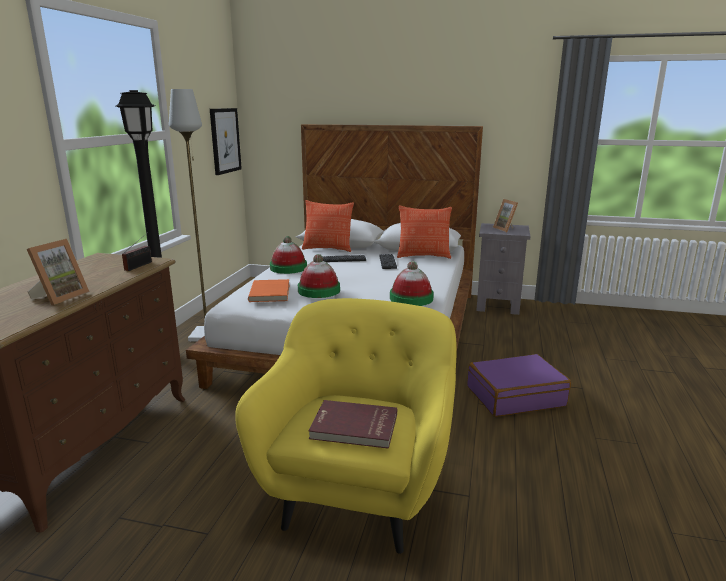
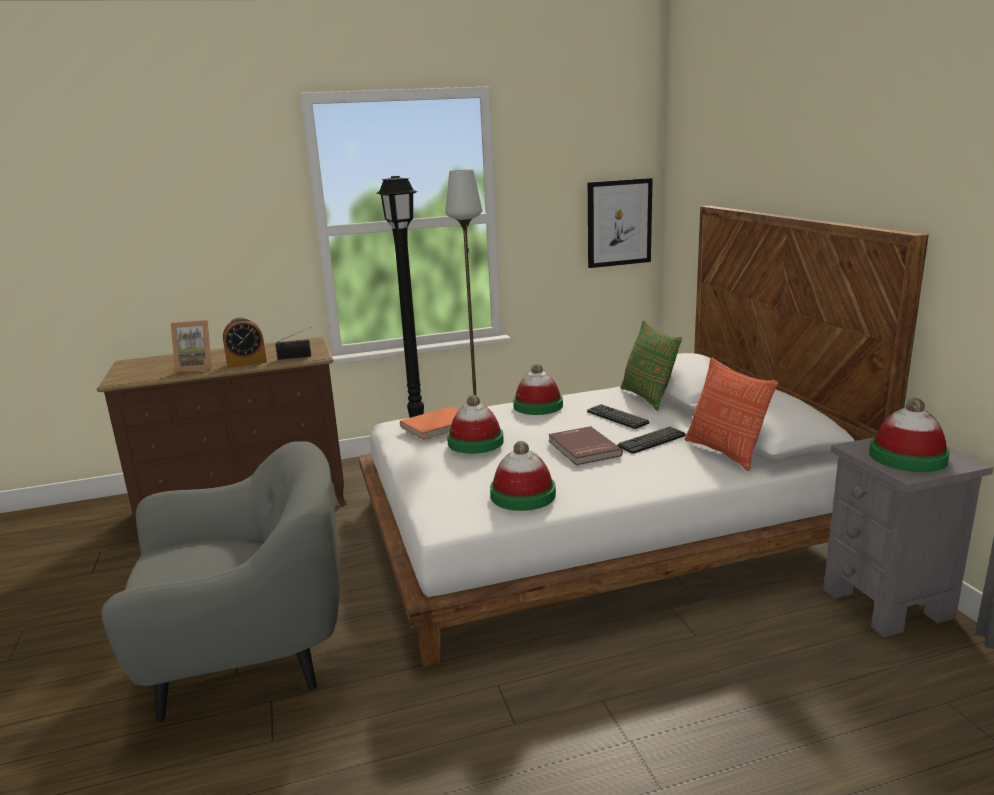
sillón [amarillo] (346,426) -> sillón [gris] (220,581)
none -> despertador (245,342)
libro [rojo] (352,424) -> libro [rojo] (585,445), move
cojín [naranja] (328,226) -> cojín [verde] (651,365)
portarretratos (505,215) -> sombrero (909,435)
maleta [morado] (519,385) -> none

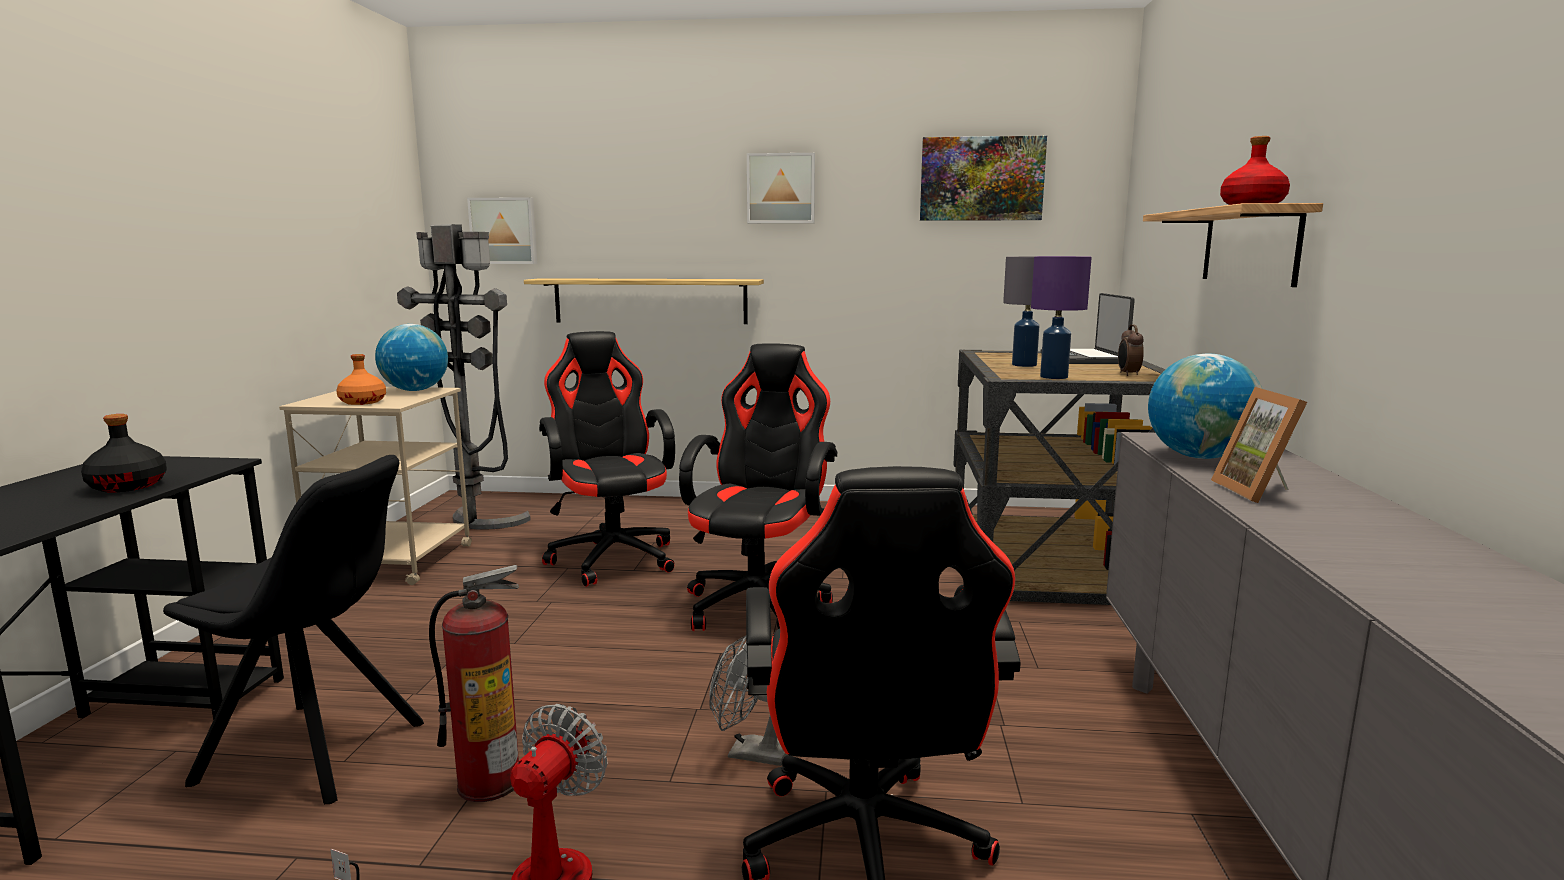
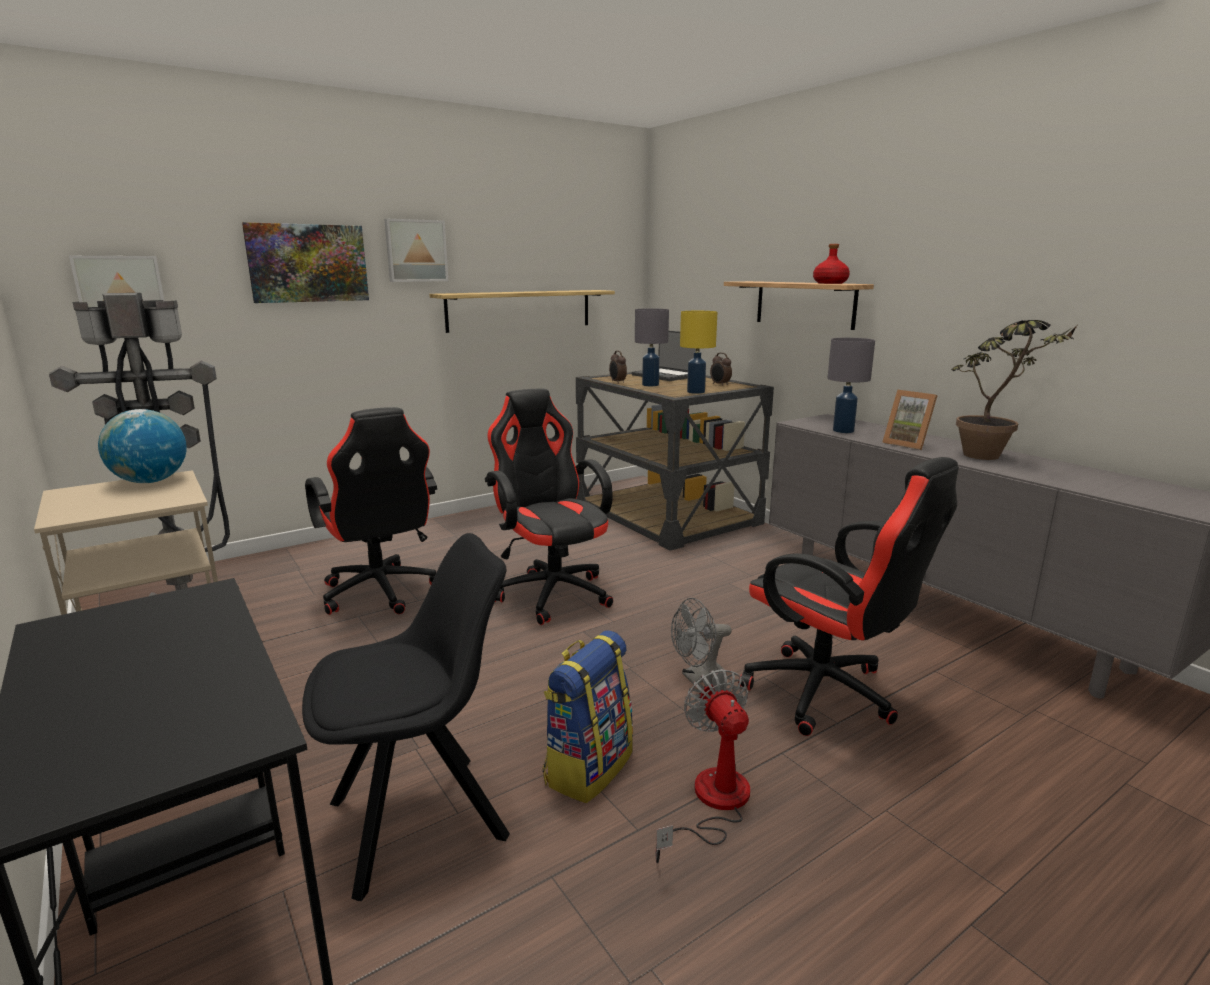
cuadro (983,178) -> cuadro (305,262), move
silla de oficina [negro] (607,459) -> silla de oficina [negro] (371,511), 150 degrees counterclockwise
estante (644,301) -> estante (522,311), move
extintor (474,683) -> mochila (588,717)
none -> despertador (618,367)
lámpara de mesa [morado] (1061,317) -> lámpara de mesa [amarillo] (698,352)
globo terráqueo (1205,406) -> lámpara de mesa [gris] (851,385)
none -> planta en maceta (1014,390)
botella [negro] (124,453) -> none
botella [naranja] (361,379) -> none

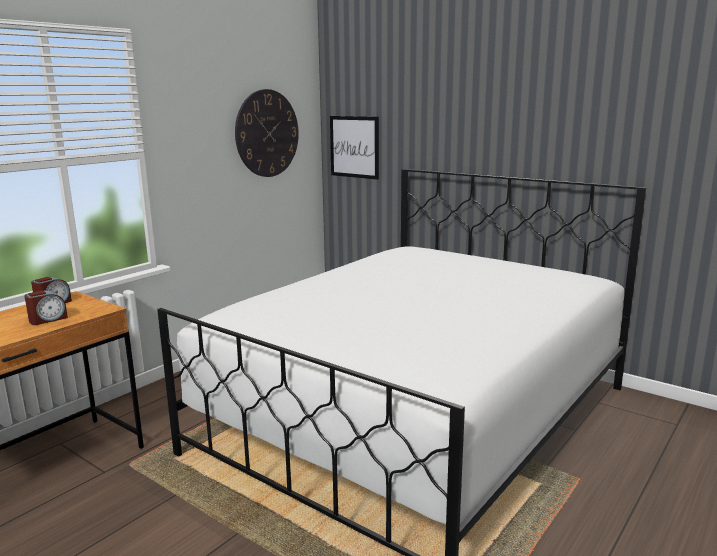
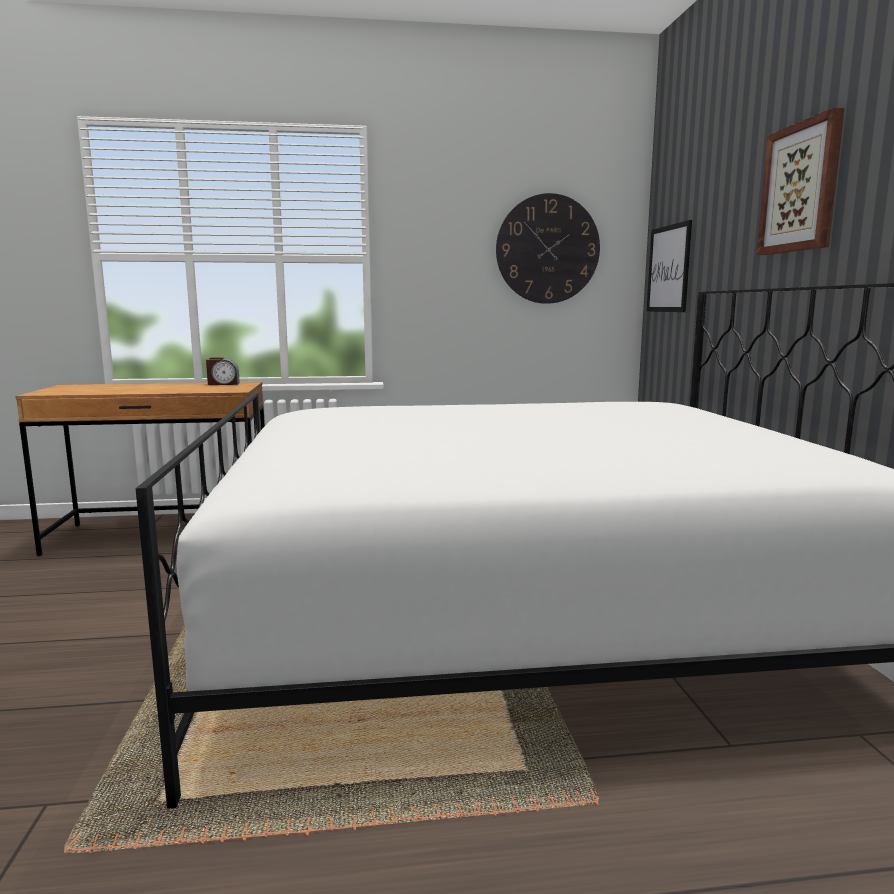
none -> cuadro (801,181)
despertador (46,307) -> none

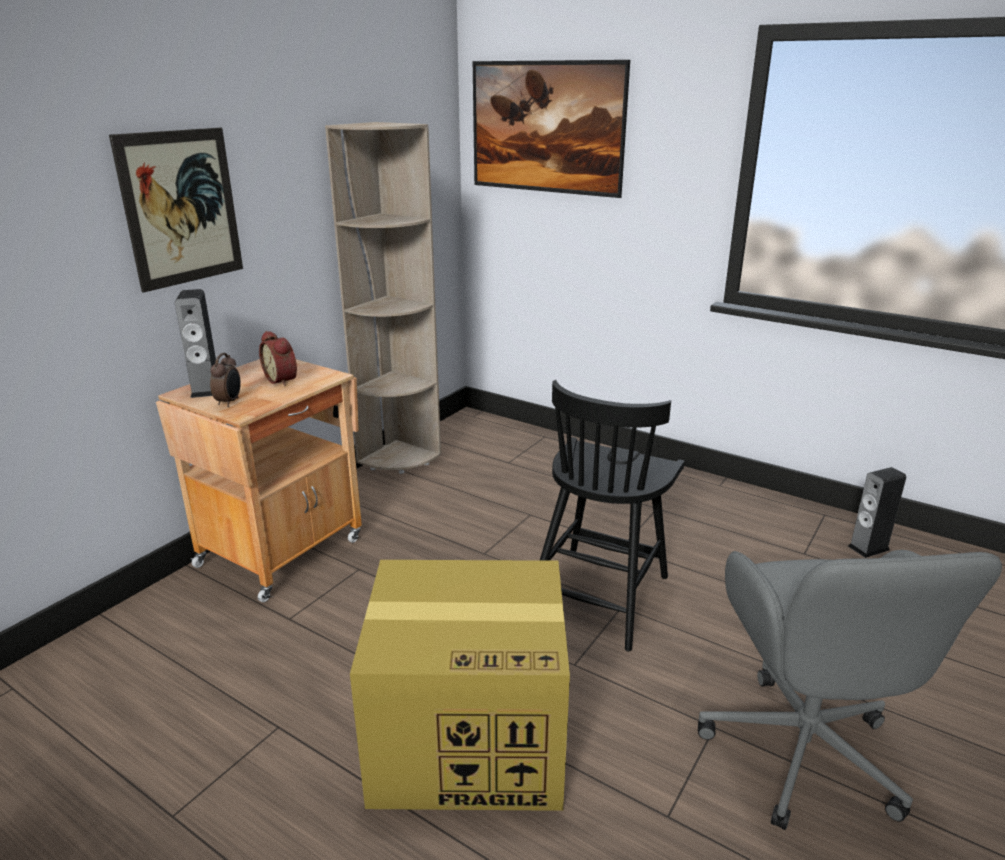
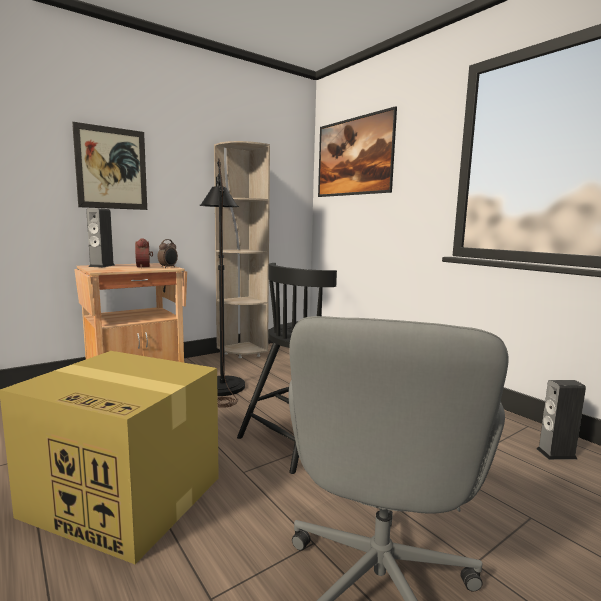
despertador (225,380) -> despertador (168,253), move
none -> lámpara de pie [negro] (222,283)

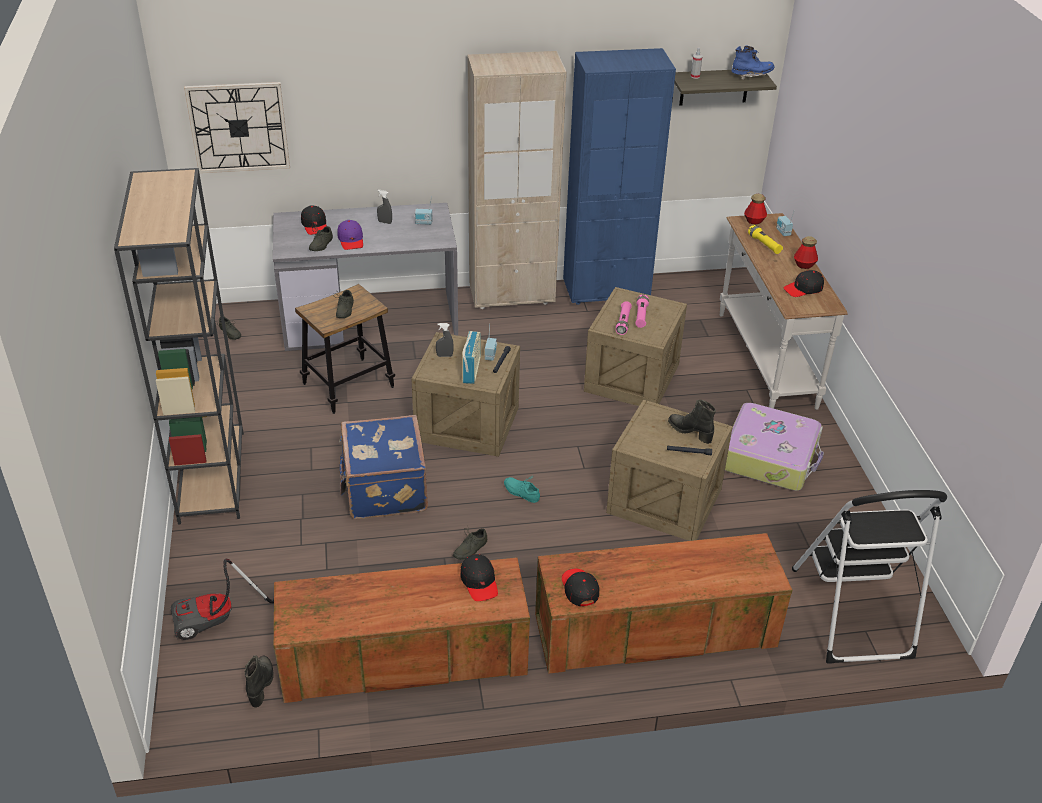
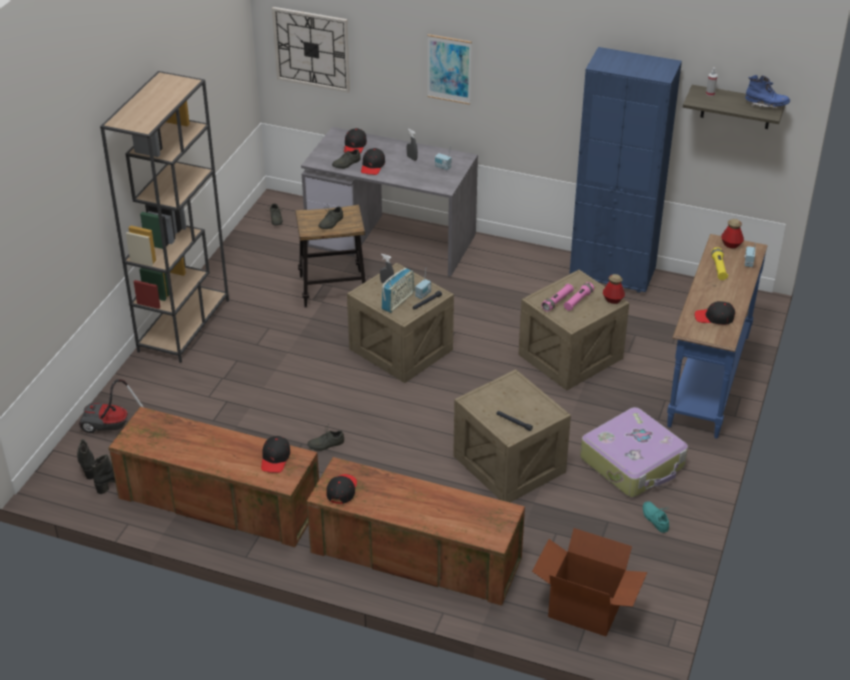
bota [negro] (692,422) -> bota [negro] (86,459), move
gorra [morado] (350,235) -> gorra [negro] (373,161)
none -> cuadro (449,69)
escalera de tijera (869,576) -> caja de cartón (589,582)
botella (806,252) -> botella (614,289), move
zapato [turquesa] (522,489) -> zapato [turquesa] (656,517), move
mesa consola [blanco] (783,311) -> mesa consola [azul] (717,336)
maleta [azul] (383,467) -> none
armario [beis] (517,180) -> none

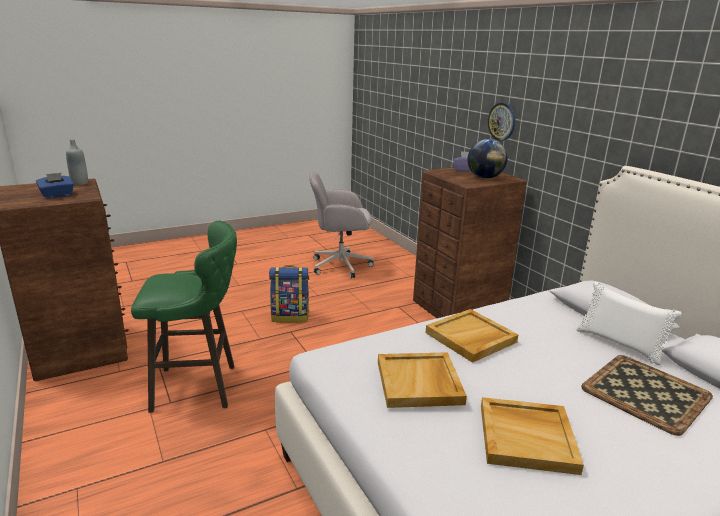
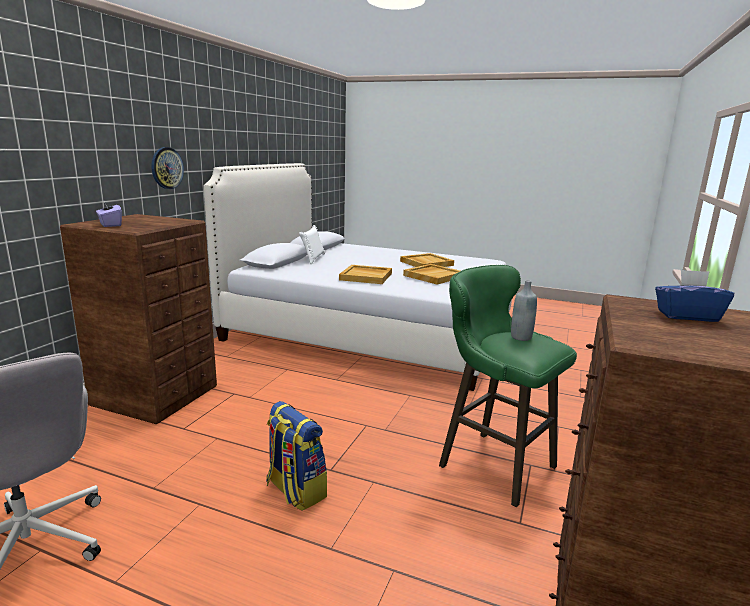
reloj de pared (502,121) -> reloj de pared (167,168), move
botella [gris] (77,162) -> botella [gris] (524,310), move
globo terráqueo (488,159) -> none
bandeja (647,395) -> none

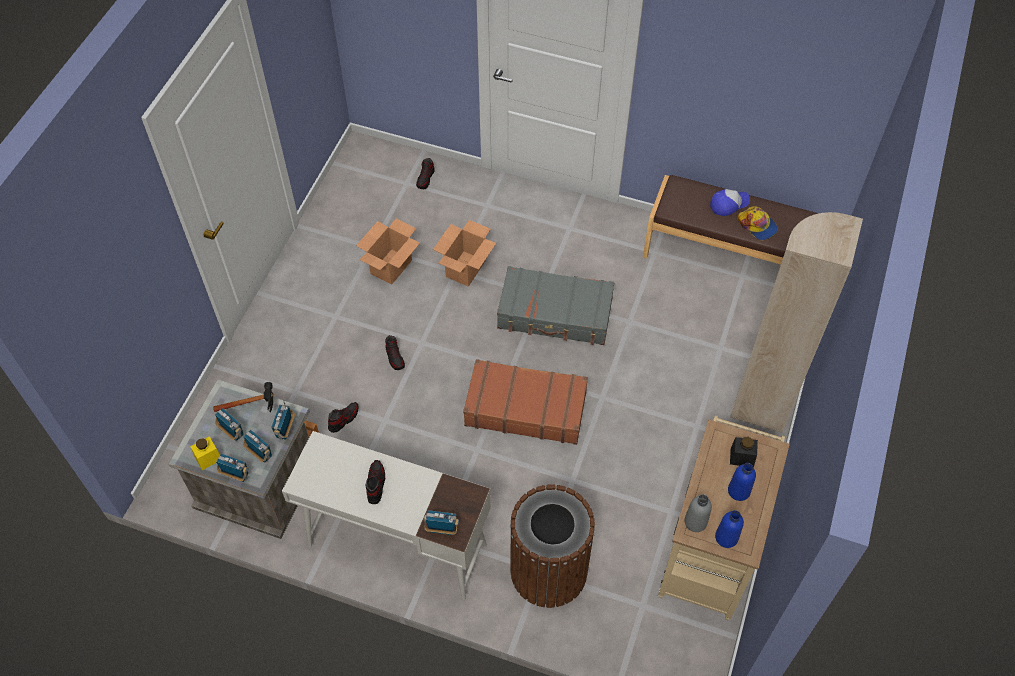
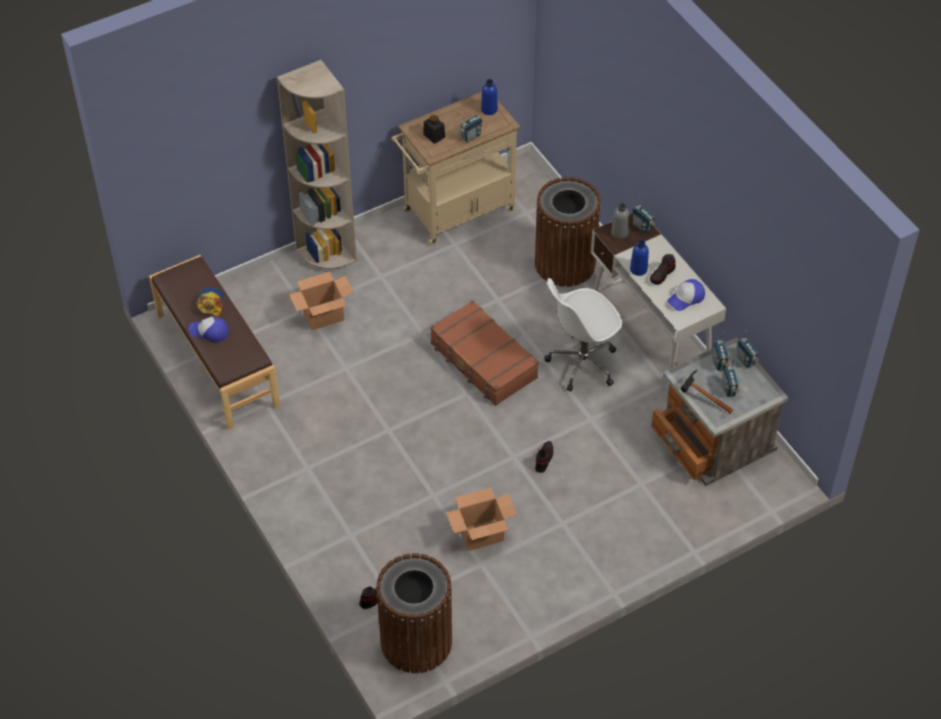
caja de cartón (464,253) -> caja de cartón (321,301), move
none -> papelera [marrón] (414,613)
radio (283,419) -> radio (470,129), move
none -> silla de oficina [blanco] (583,335)
botella [gris] (698,513) -> botella [gris] (620,221), move
botella [azul] (742,482) -> botella [azul] (639,258), move
none -> gorra (686,295)
tarro [amarillo] (205,453) -> none
zapato (343,417) -> none
maleta [gris] (555,305) -> none

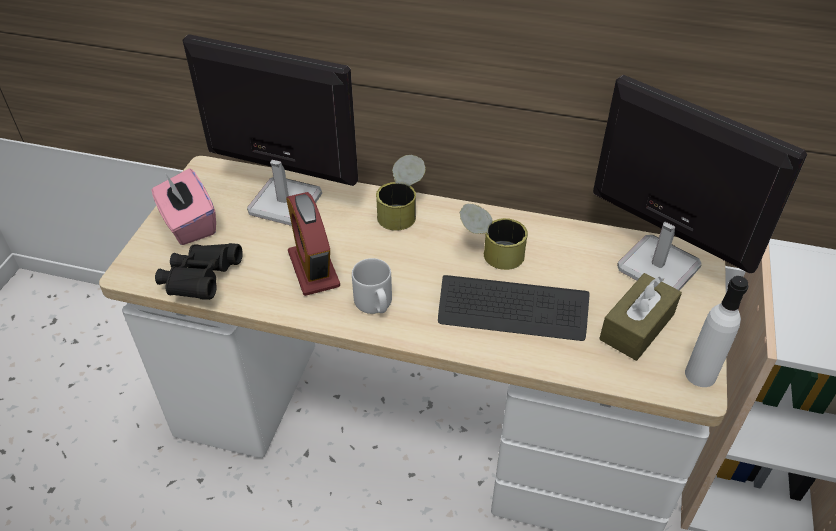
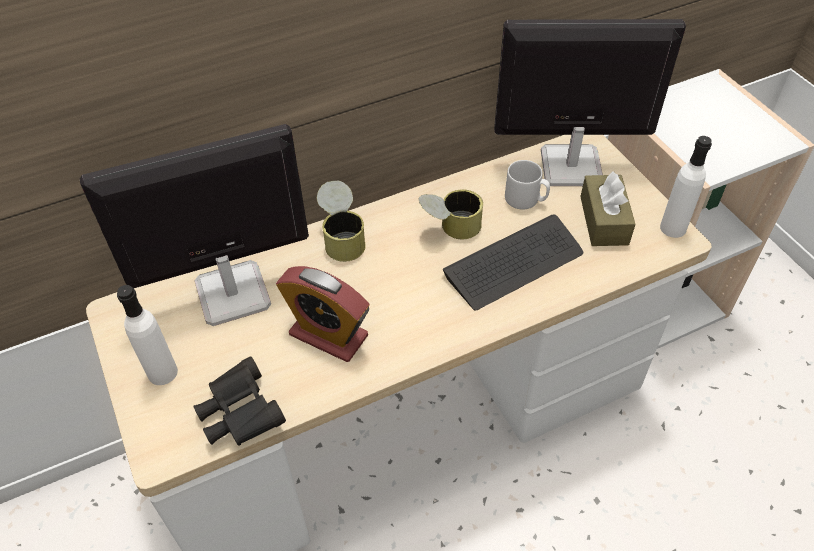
caja de pañuelos [rosa] (183,207) -> botella [blanco] (147,335)
taza grande [gris] (372,286) -> taza grande [gris] (527,185), move

